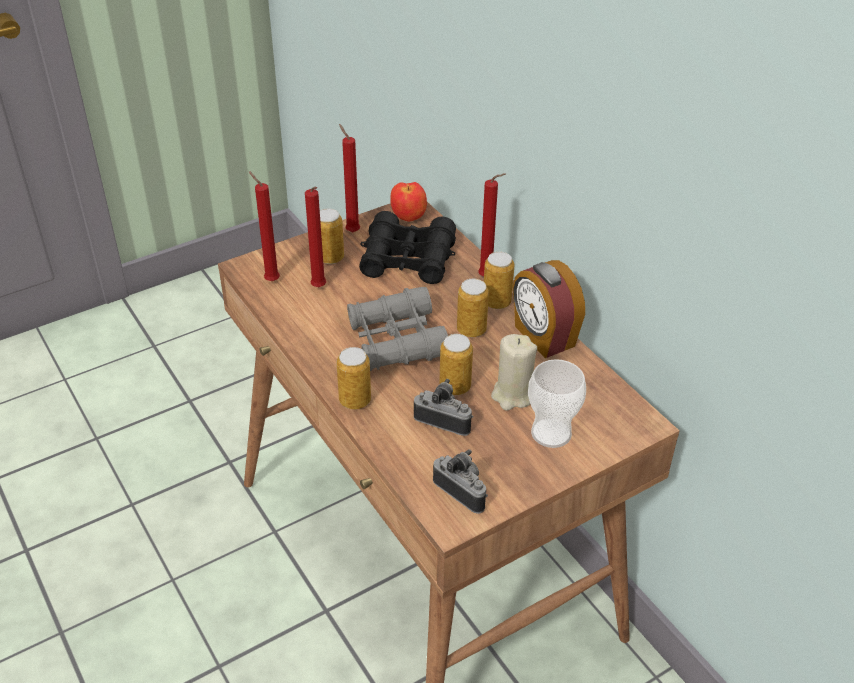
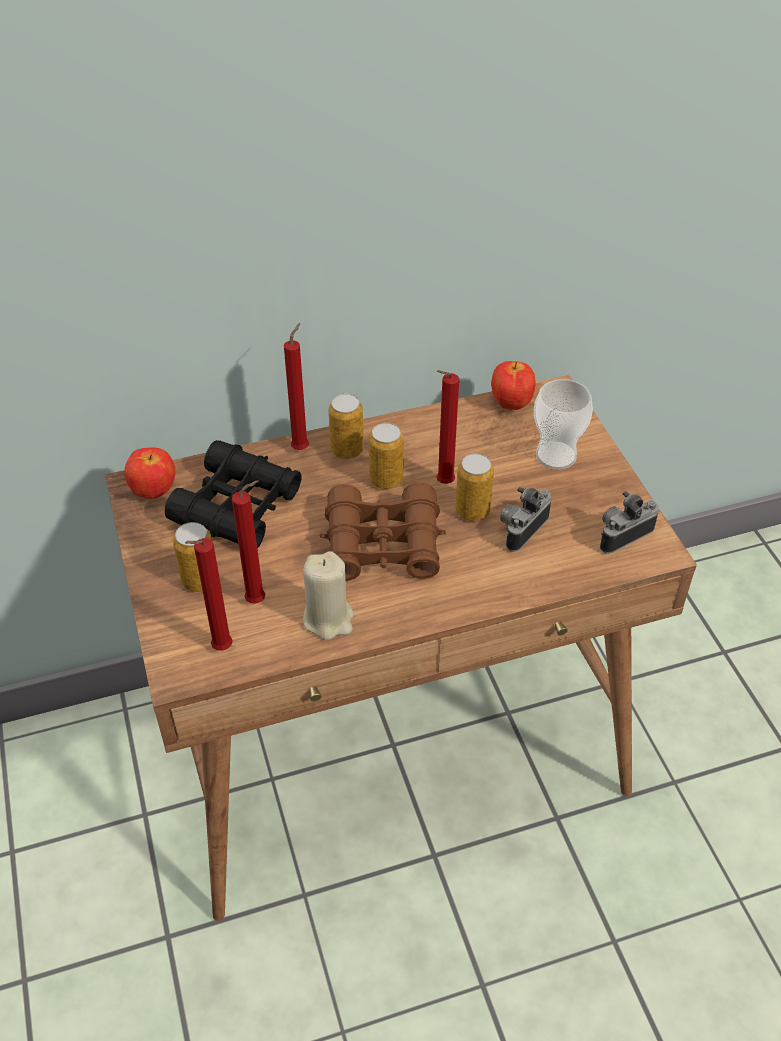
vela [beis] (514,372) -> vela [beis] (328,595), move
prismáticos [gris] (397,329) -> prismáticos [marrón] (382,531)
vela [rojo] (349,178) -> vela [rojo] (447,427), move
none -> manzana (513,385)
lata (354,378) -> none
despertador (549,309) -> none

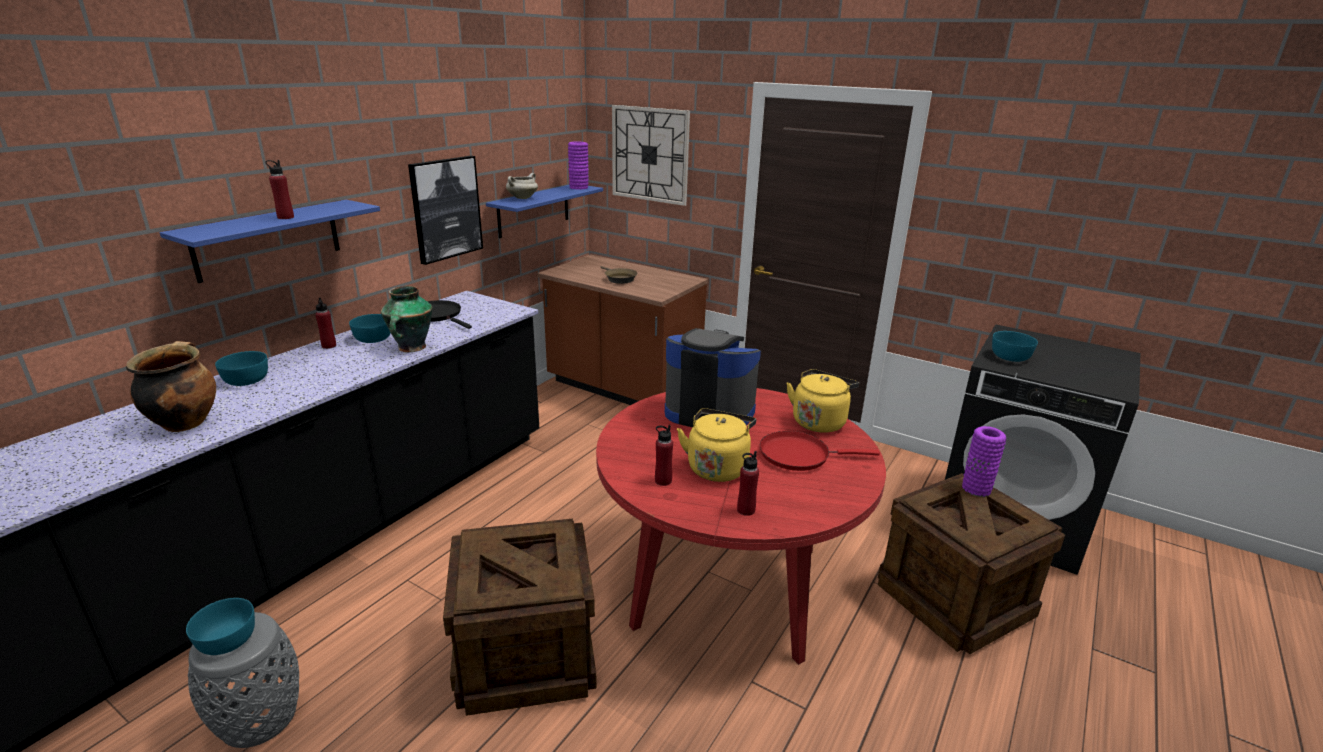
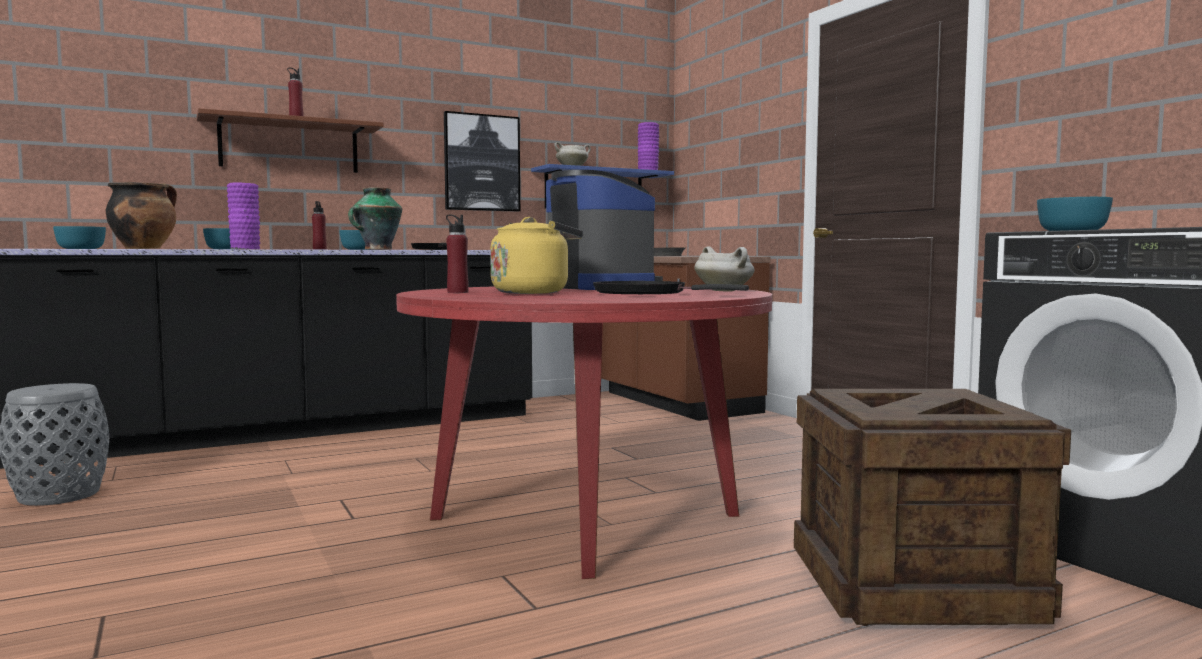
cuenco [turquesa] (220,626) -> cuenco [turquesa] (79,237), move
estante [azul] (270,241) -> estante [marrón] (290,140)
florero [morado] (984,461) -> florero [morado] (243,216), move
sartén [rojo] (820,451) -> sartén [negro] (671,287)
hervidor [amarillo] (822,401) -> olla [blanco] (724,269)
caja de embalaje (520,617) -> none
reloj de pared (651,155) -> none
botella [rojo] (748,483) -> none

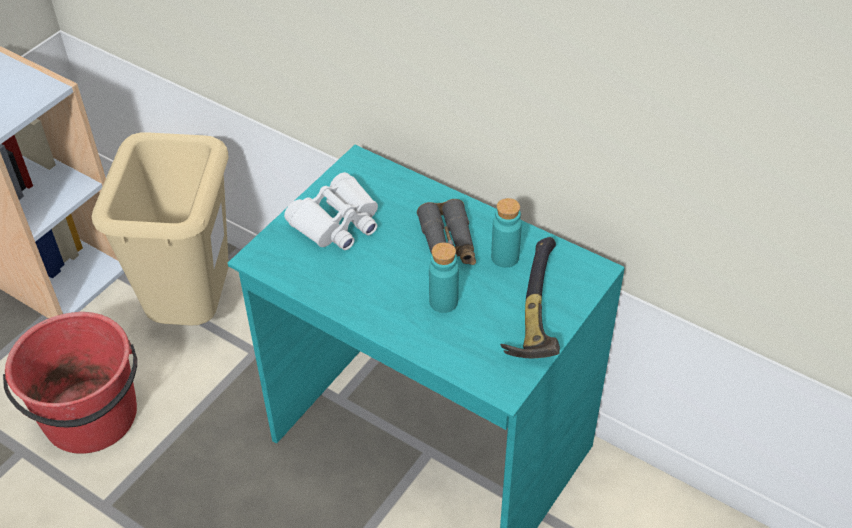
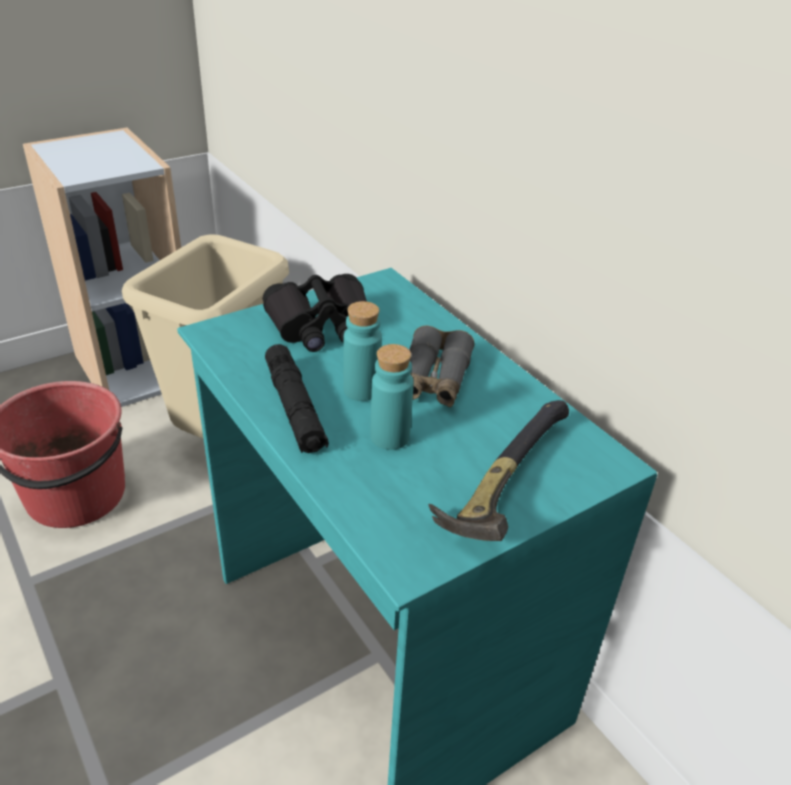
prismáticos [blanco] (331,211) -> prismáticos [negro] (315,313)
none -> linterna [negro] (297,398)
botella [turquesa] (506,233) -> botella [turquesa] (362,351), move

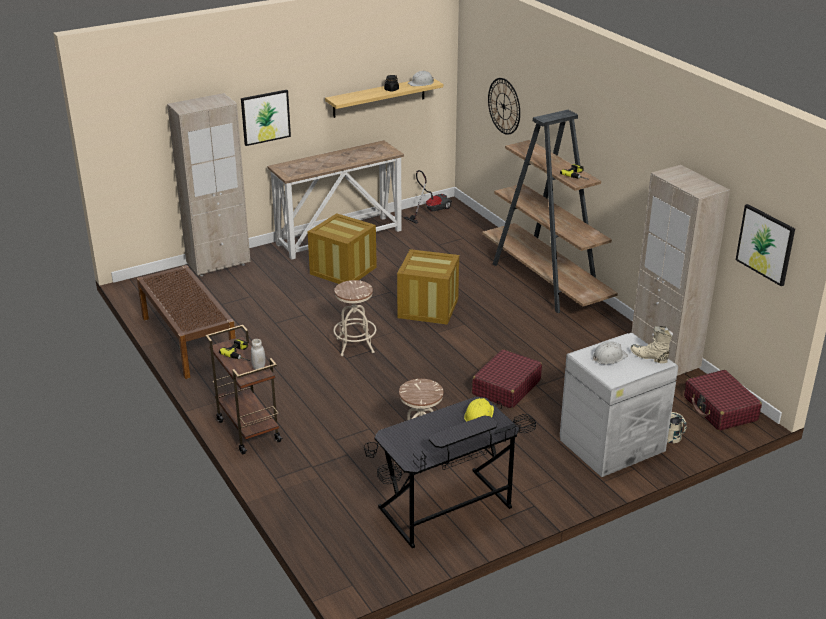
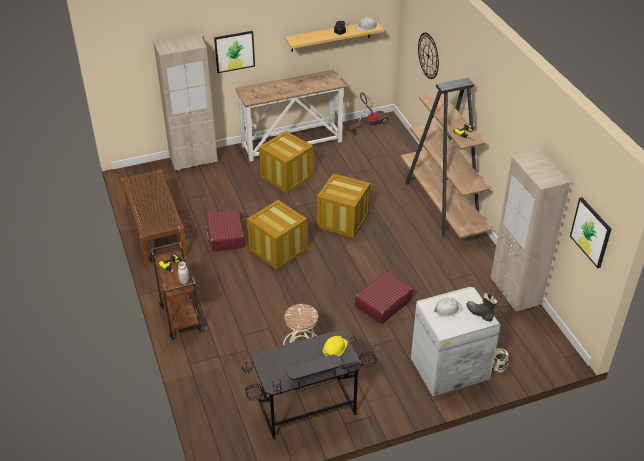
maleta [rojo] (723,400) -> maleta [rojo] (225,230), move
taburete [beis] (354,318) -> caja de embalaje (277,235)
bota [beis] (651,344) -> bota [negro] (481,307)

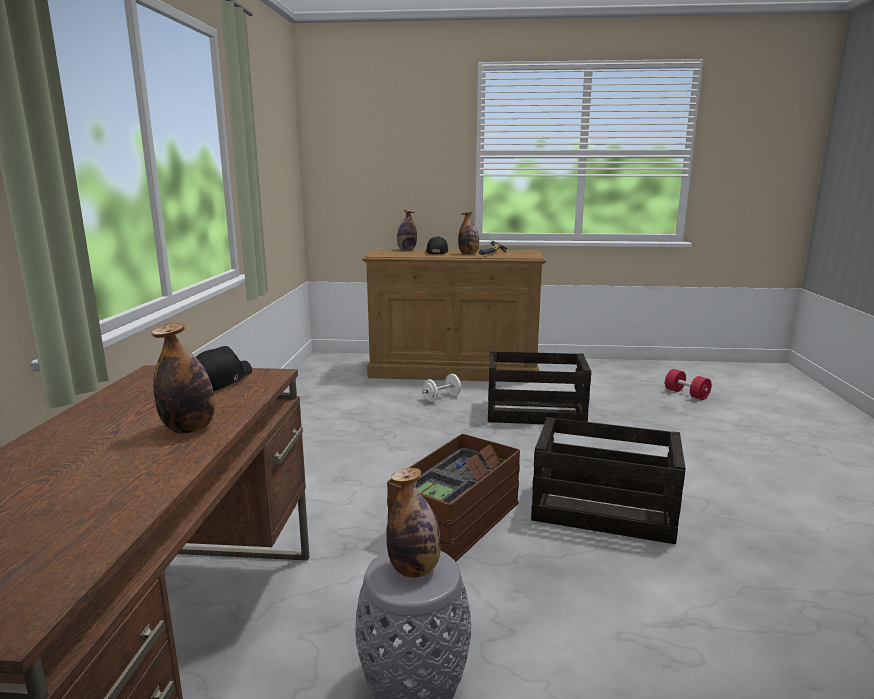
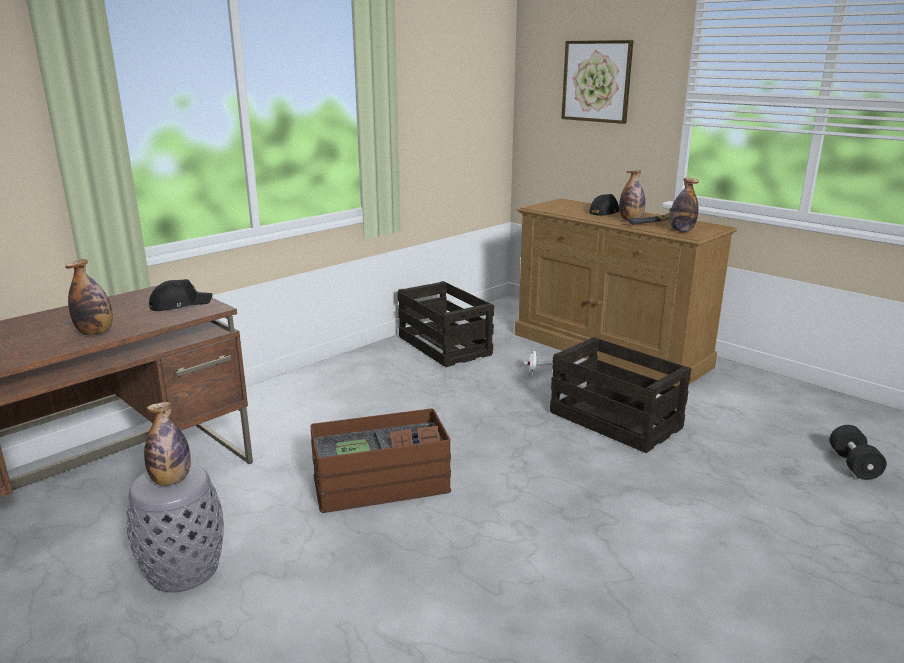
caja de embalaje (608,480) -> caja de embalaje (446,324), move
none -> cuadro (597,82)
botella (407,230) -> botella (684,205), move
mancuerna [rojo] (688,384) -> mancuerna [negro] (858,452)

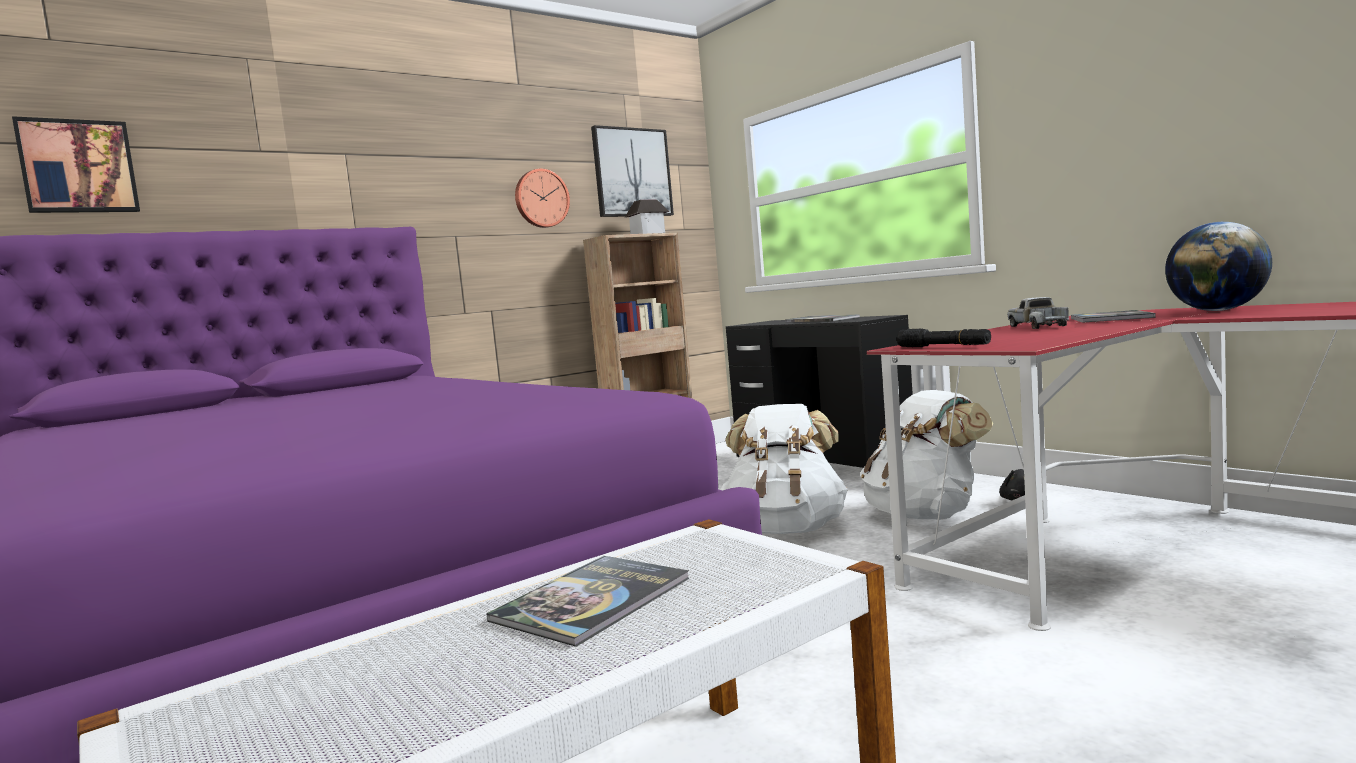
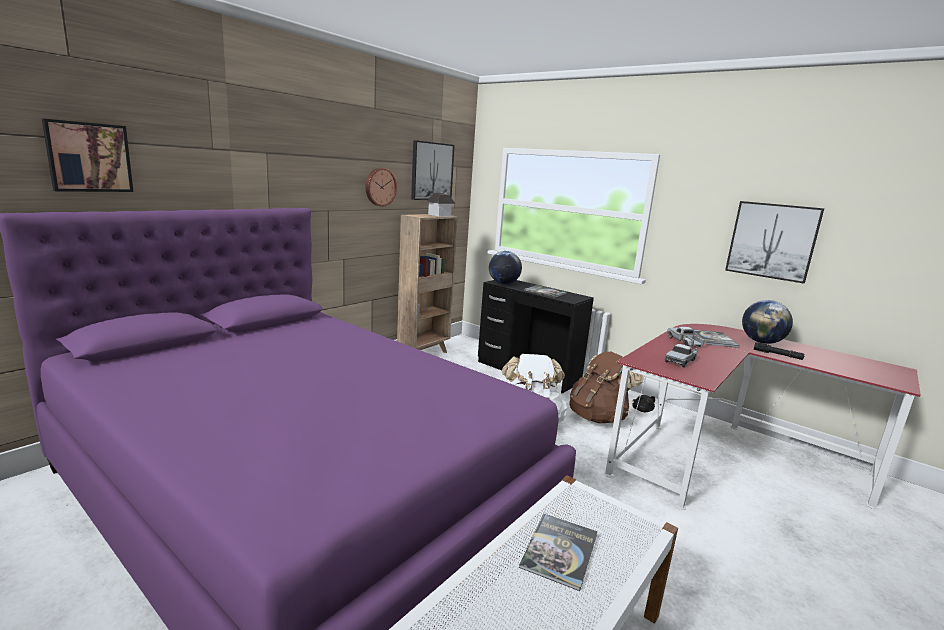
none -> globo terráqueo (505,267)
mochila [blanco] (926,455) -> mochila [marrón] (607,387)
none -> camión de juguete (681,356)
none -> cuadro (774,242)
linterna [negro] (944,337) -> linterna [negro] (779,351), move

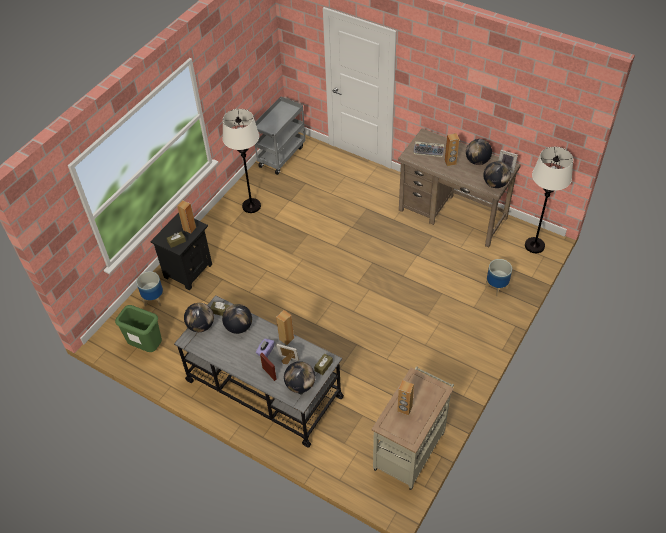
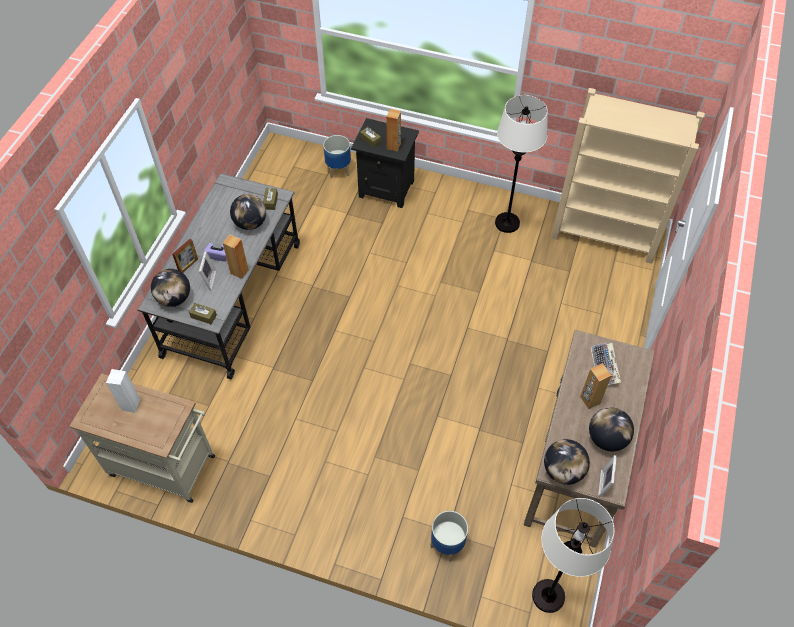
altavoz [marrón] (405,398) -> altavoz [blanco] (123,391)
carrito [gris] (280,136) -> estantería [beis] (628,176)
papelera [verde] (138,328) -> none
globo terráqueo (199,317) -> none

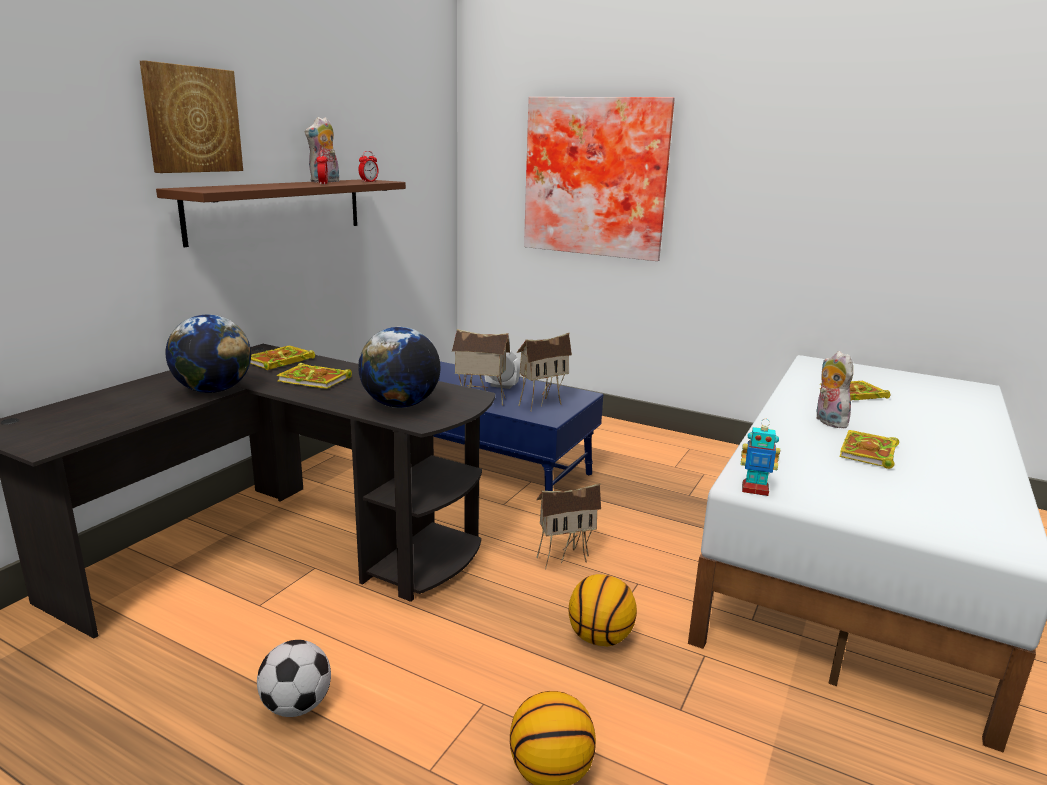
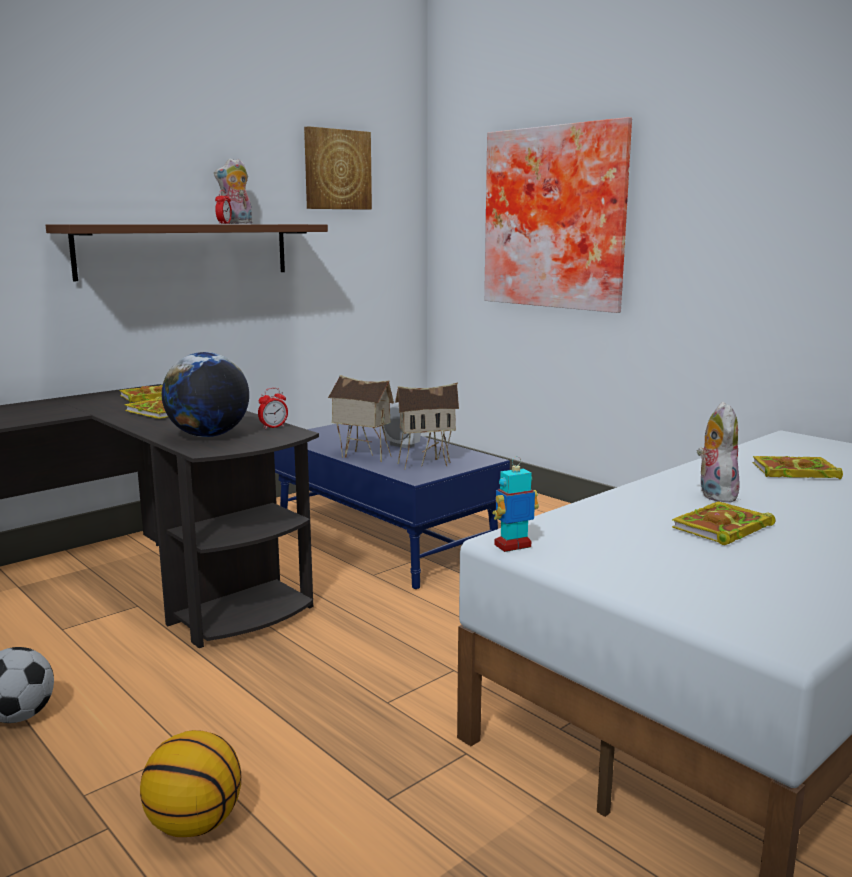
despertador (368,166) -> despertador (273,408), move
cuadro (191,117) -> cuadro (338,168), move
robot de juguete (760,457) -> robot de juguete (515,504), 120 degrees clockwise
globo terráqueo (208,354) -> none
casita (568,526) -> none
balón de baloncesto (603,610) -> none

